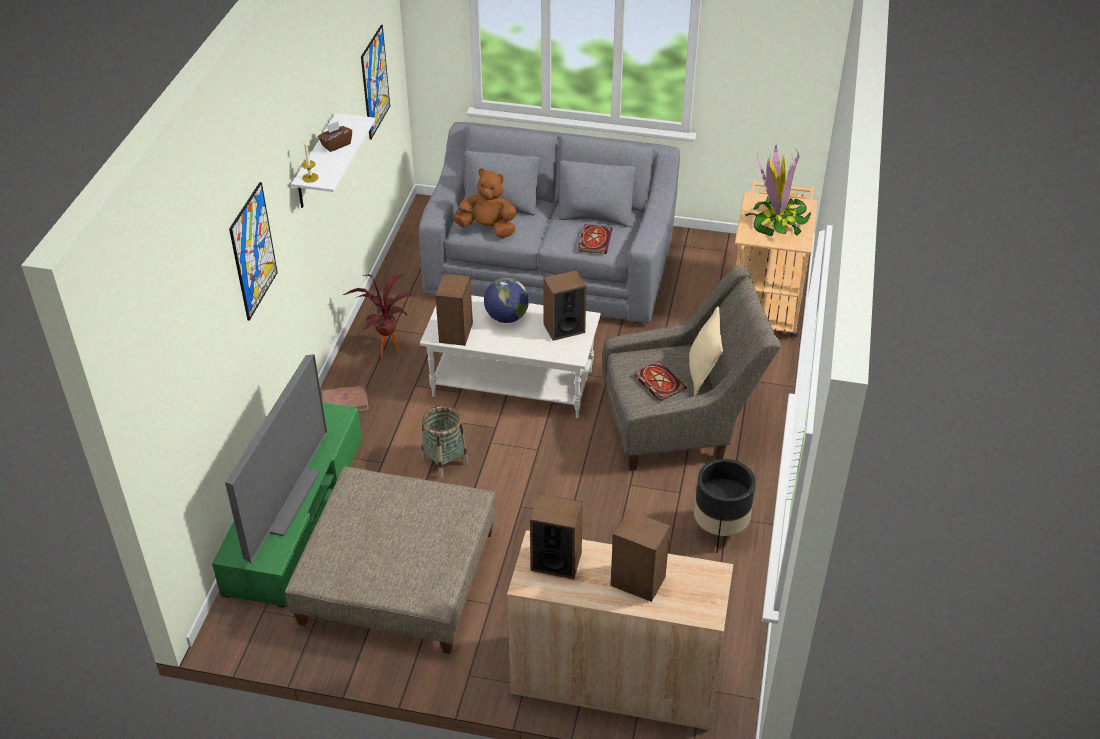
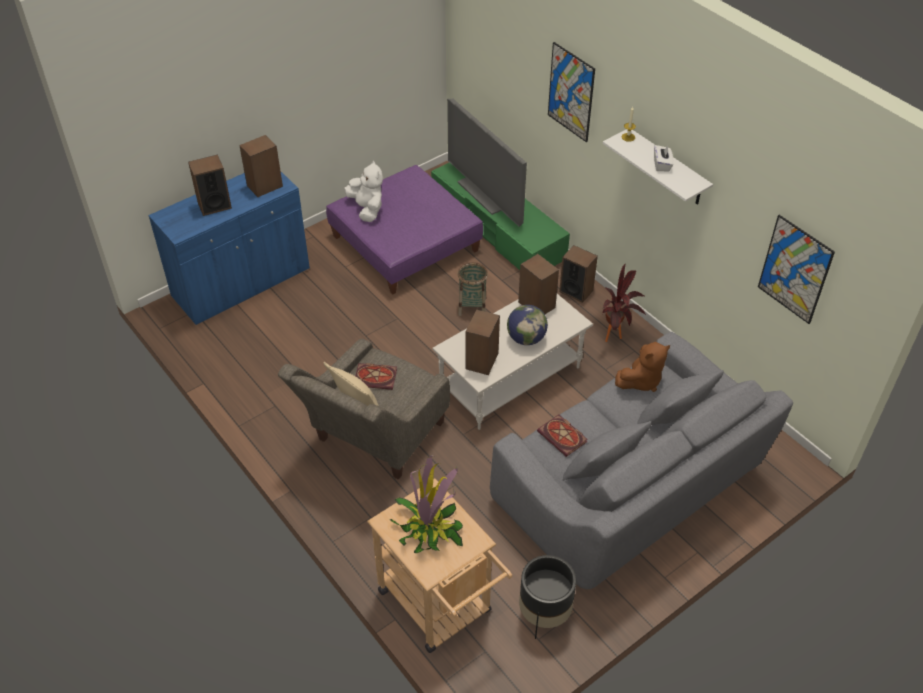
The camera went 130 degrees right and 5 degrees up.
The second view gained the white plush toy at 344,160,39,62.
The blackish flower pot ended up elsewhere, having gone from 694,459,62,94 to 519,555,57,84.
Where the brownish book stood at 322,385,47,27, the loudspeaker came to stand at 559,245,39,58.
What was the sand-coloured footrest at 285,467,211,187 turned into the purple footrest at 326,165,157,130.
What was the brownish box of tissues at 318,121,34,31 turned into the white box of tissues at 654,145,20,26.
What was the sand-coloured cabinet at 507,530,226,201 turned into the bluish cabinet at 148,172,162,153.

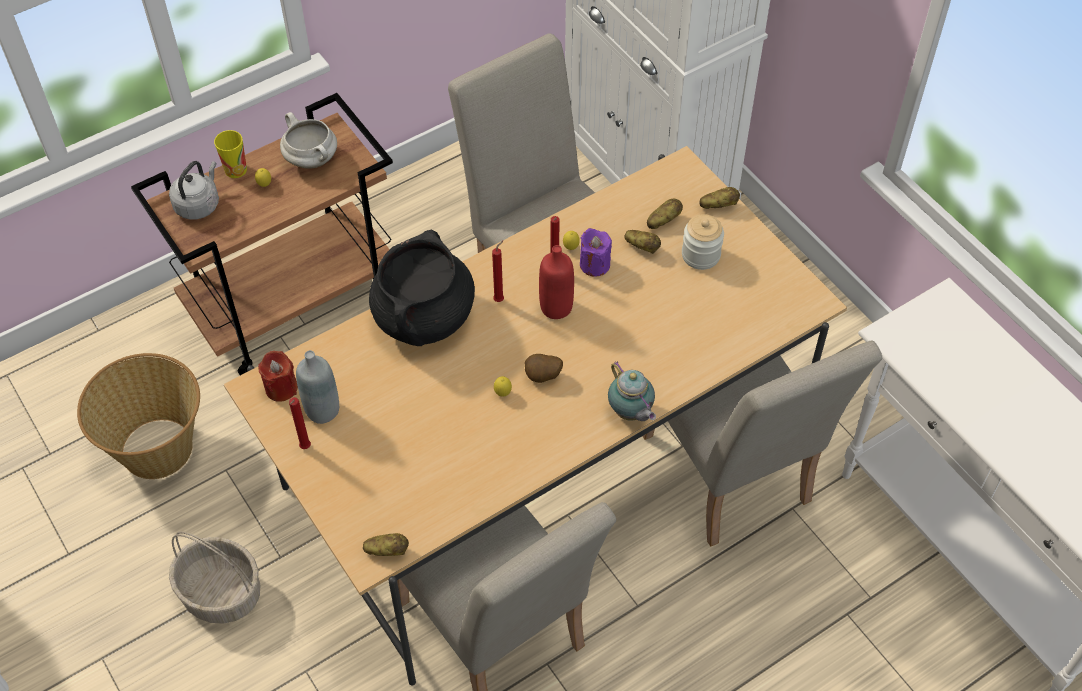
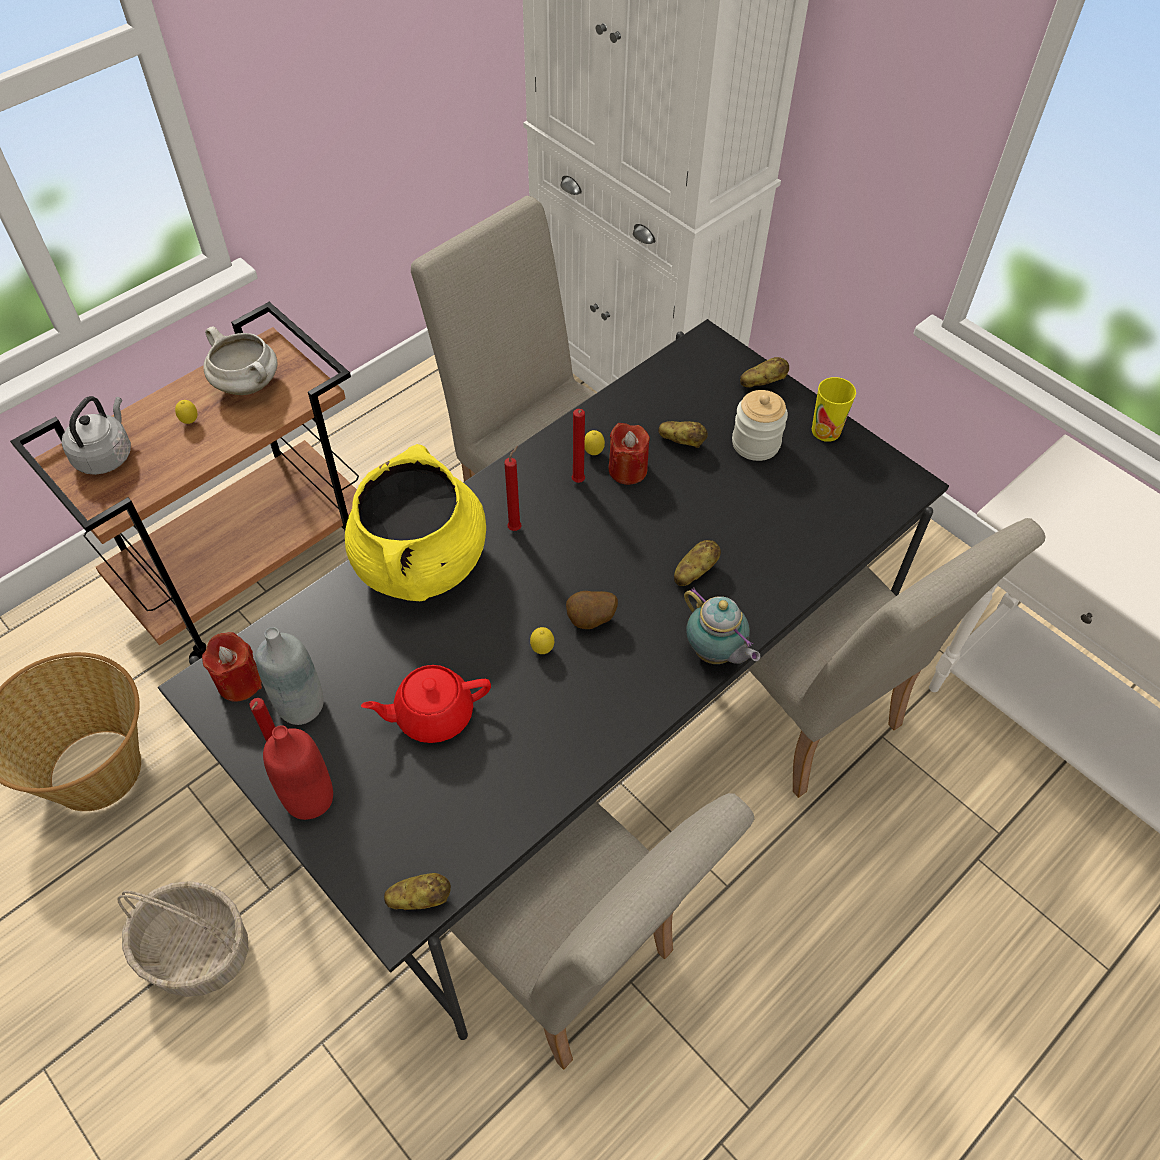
The camera went 10 degrees left and 0 degrees up.
The second view gained the red teapot at 361,665,130,78.
The drinking cup ended up elsewhere, having gone from 214,130,33,48 to 812,377,44,65.
The red bottle ended up elsewhere, having gone from 539,245,35,74 to 263,725,70,95.
The whole potato ended up elsewhere, having gone from 647,199,36,30 to 674,540,47,46.
What was the sand-coloured dinner table at 224,146,623,540 turned into the blackish dinner table at 158,319,791,721.
What was the blackish saucepot at 369,230,106,116 turned into the yellow-coloured saucepot at 345,444,141,157.
What was the purple wax candle at 580,228,32,49 turned into the red wax candle at 609,423,41,62.

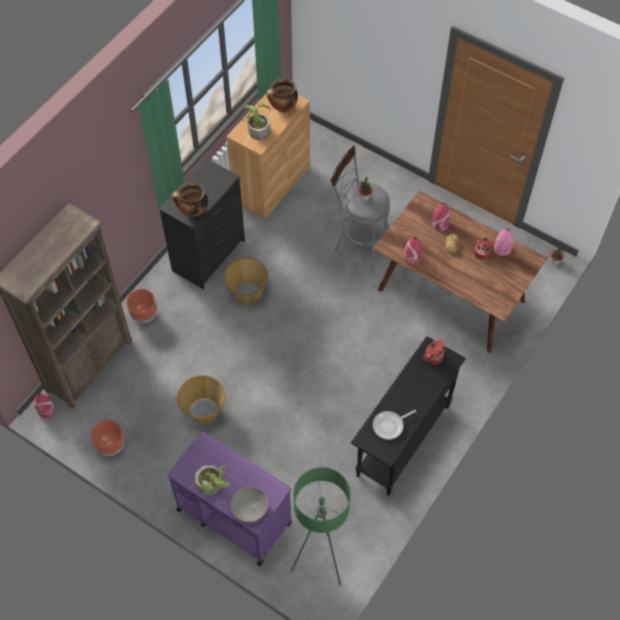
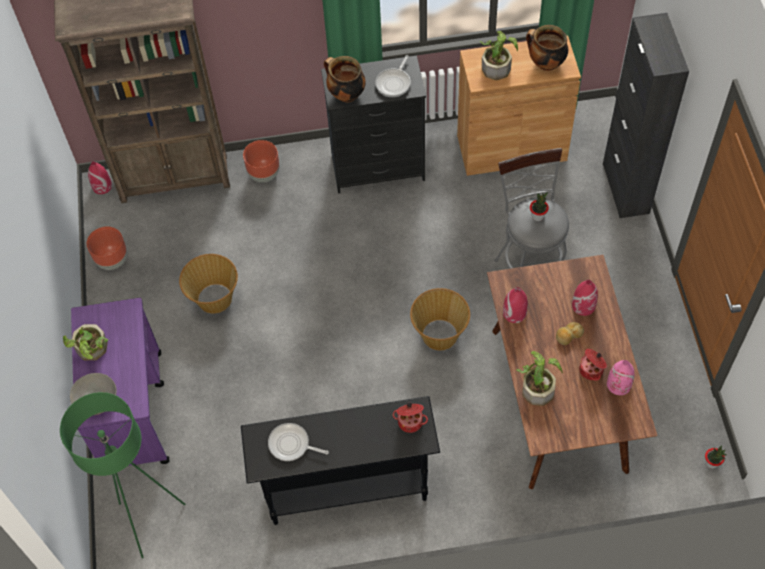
The camera went 50 degrees right and 0 degrees up.
The second view gained the frying pan at 375,55,36,42.
The second view gained the houseplant at 516,351,47,55.
The second view gained the blackish cabinet at 603,13,86,205.
The basket ended up elsewhere, having gone from 223,258,45,47 to 410,288,60,62.

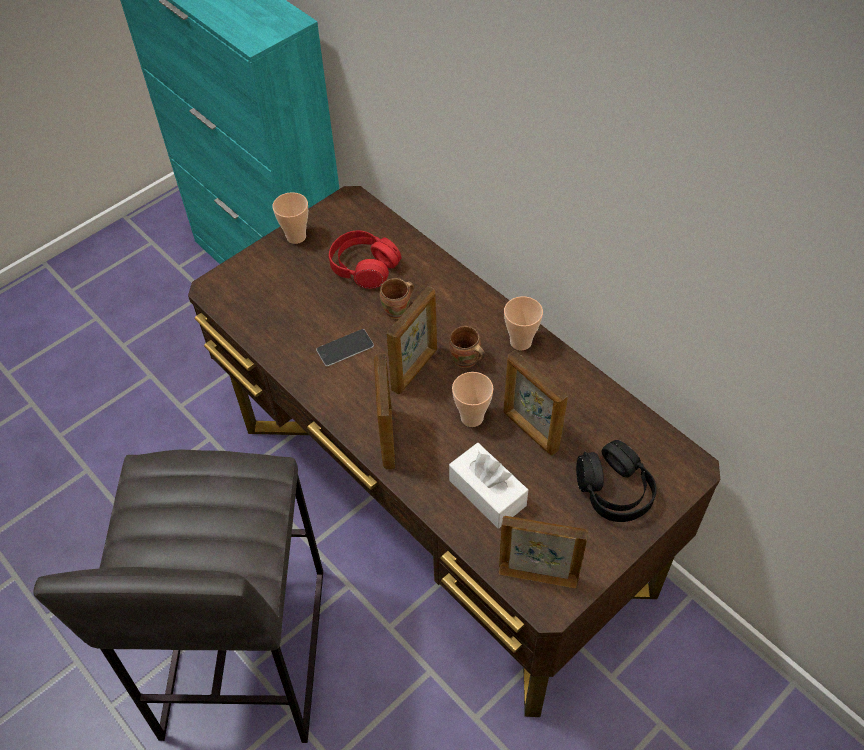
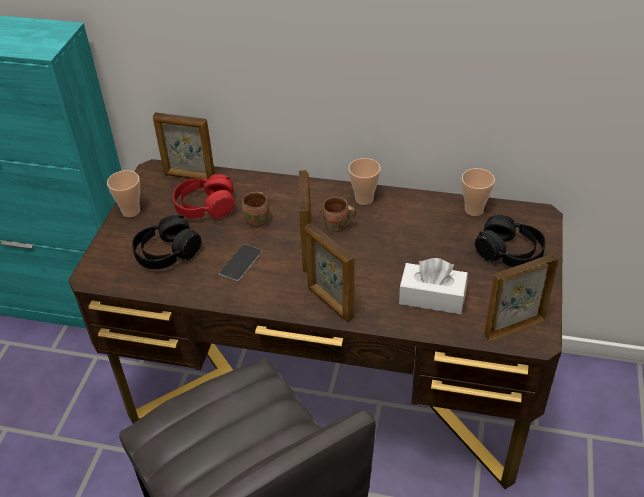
The camera went 35 degrees left and 10 degrees down.
The second view gained the blackish pair of headphones at 132,215,70,54.
The drinking cup ended up elsewhere, having gone from 452,372,42,55 to 462,168,33,48.
The picture frame ended up elsewhere, having gone from 503,350,65,106 to 153,112,62,67.

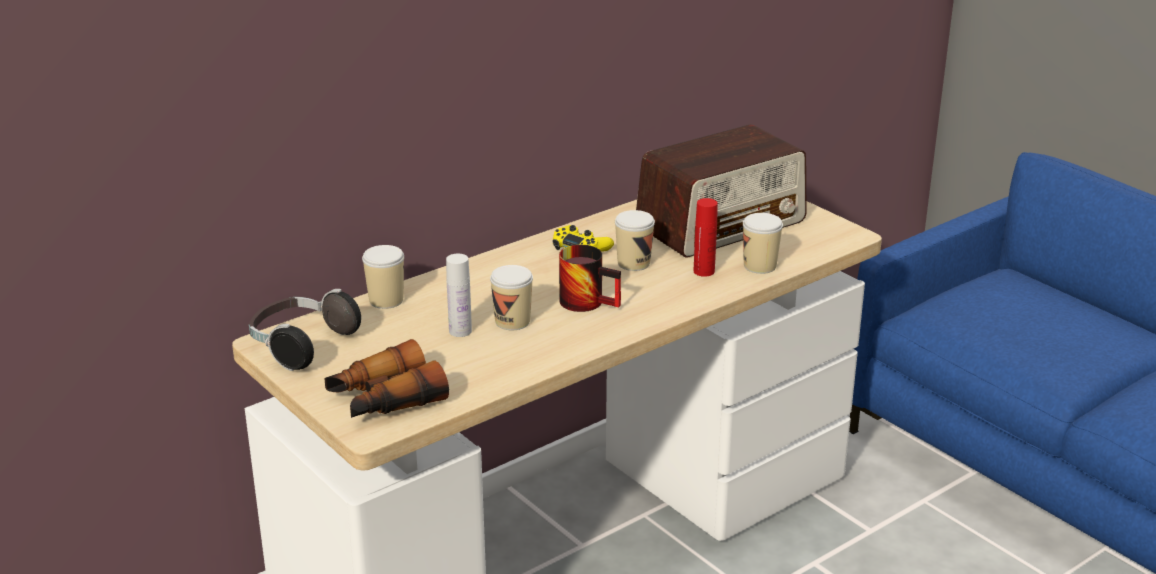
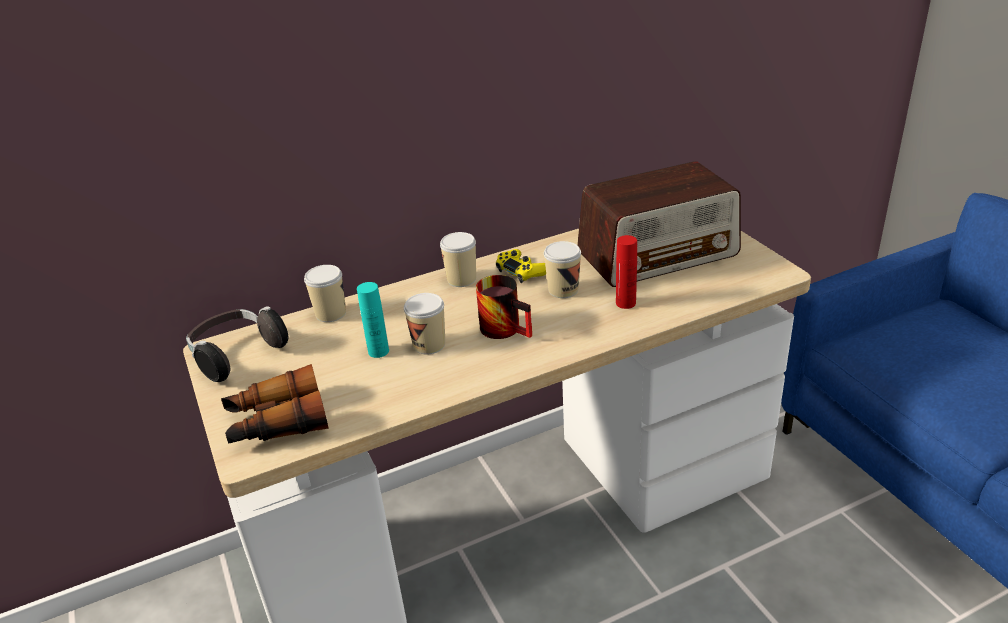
The camera went 15 degrees right and 5 degrees up.
The drinking cup ended up elsewhere, having gone from 743,213,40,61 to 440,232,36,55.
What was the white bottle at 446,254,26,83 turned into the blue-green bottle at 357,282,32,76.

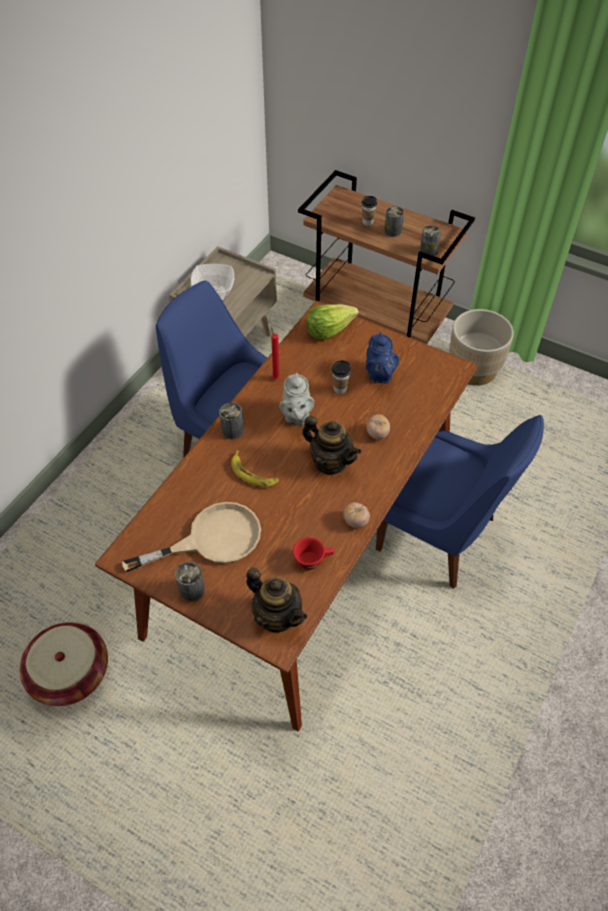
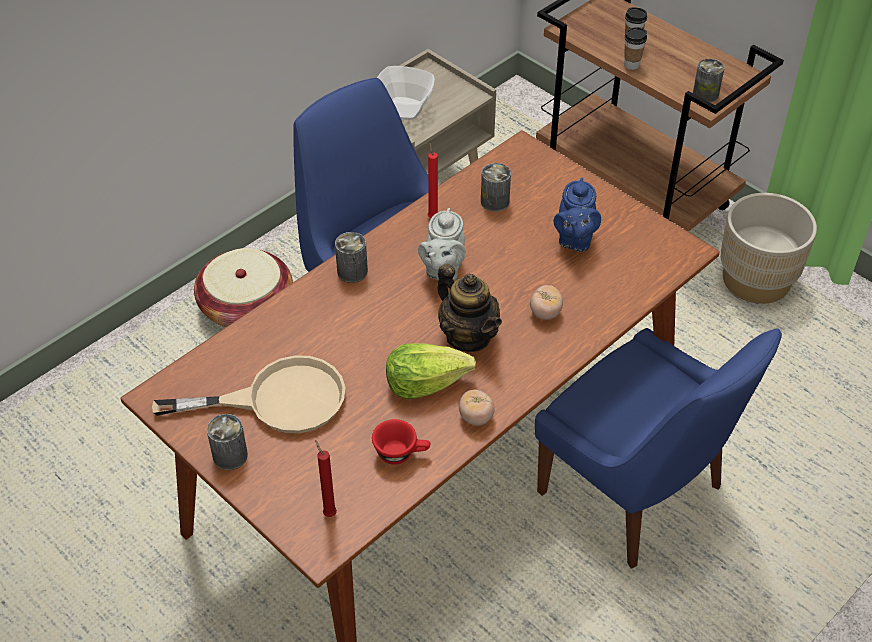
The camera went 15 degrees right and 5 degrees down.
The second view lost the whole banana at 231,450,48,37.
The basket ended up elsewhere, having gone from 20,622,88,84 to 194,248,99,79.
The lettuce ended up elsewhere, having gone from 306,304,53,36 to 386,344,90,55.
The drinking cup ended up elsewhere, having gone from 332,360,19,34 to 624,27,23,43.
The metal can ended up elsewhere, having gone from 384,206,20,31 to 481,163,30,49.
Where the teapot stood at 246,567,61,65, the red wax candle came to stand at 315,440,22,77.

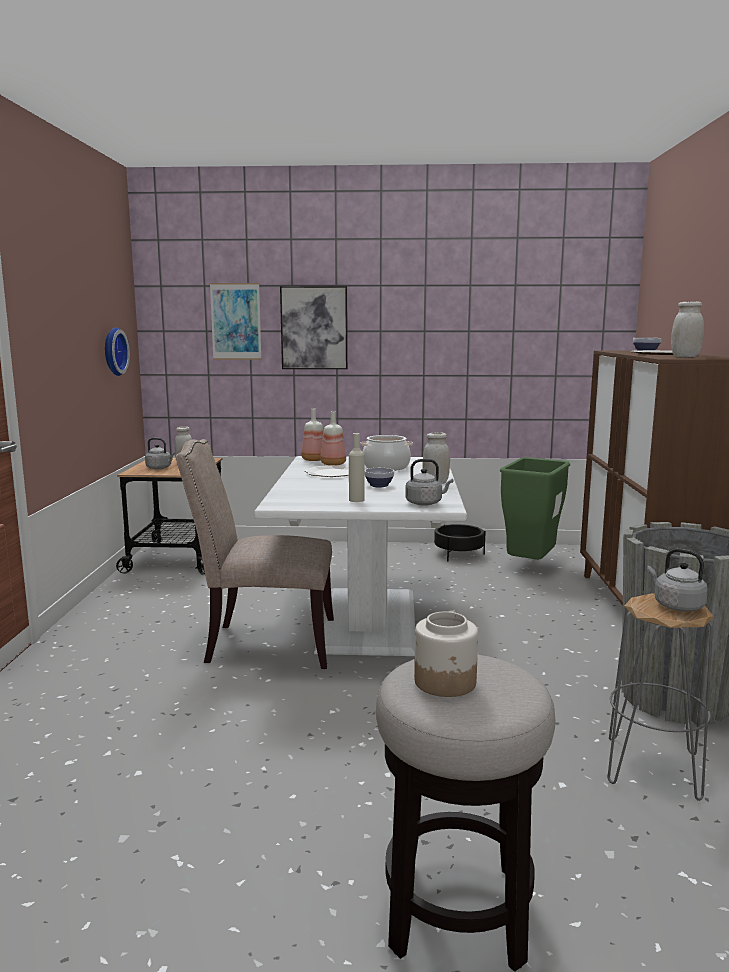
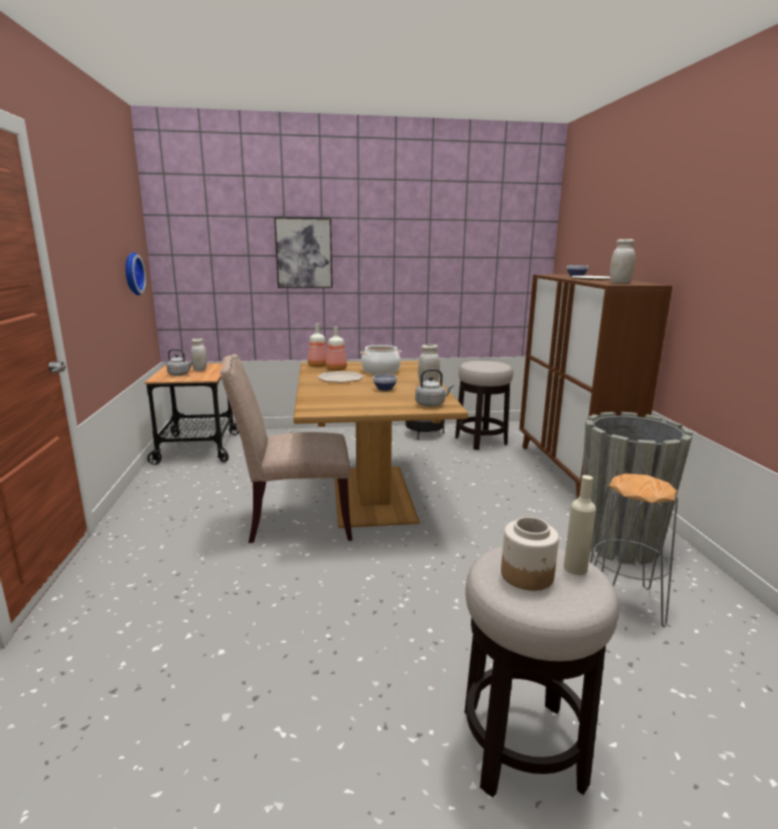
The camera went 10 degrees left and 5 degrees up.
The second view lost the picture at 210,283,52,77.
The second view lost the grey kettle at 647,548,61,64.
The sand-coloured bottle ended up elsewhere, having gone from 349,433,15,69 to 564,475,32,100.
Where the green-coloured waste bin stood at 500,457,70,103, the stool came to stand at 455,361,58,89.
What was the white dinner table at 254,456,213,200 turned into the brownish dinner table at 293,361,175,167.

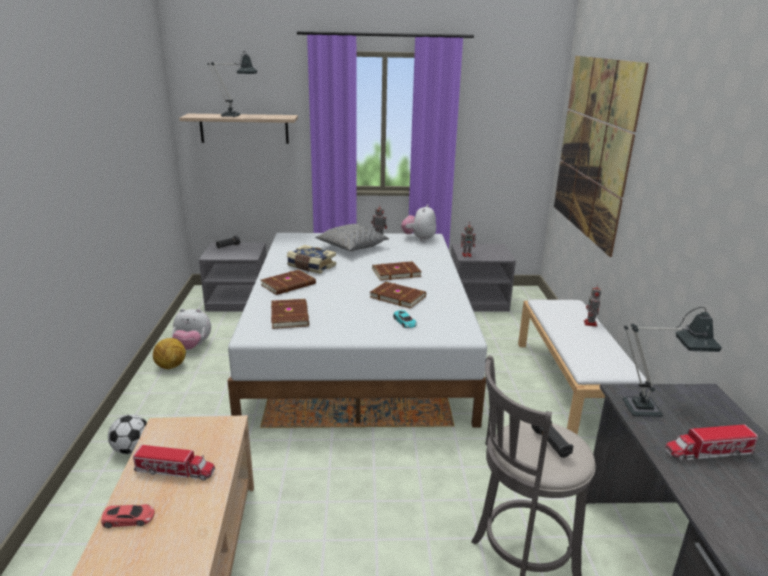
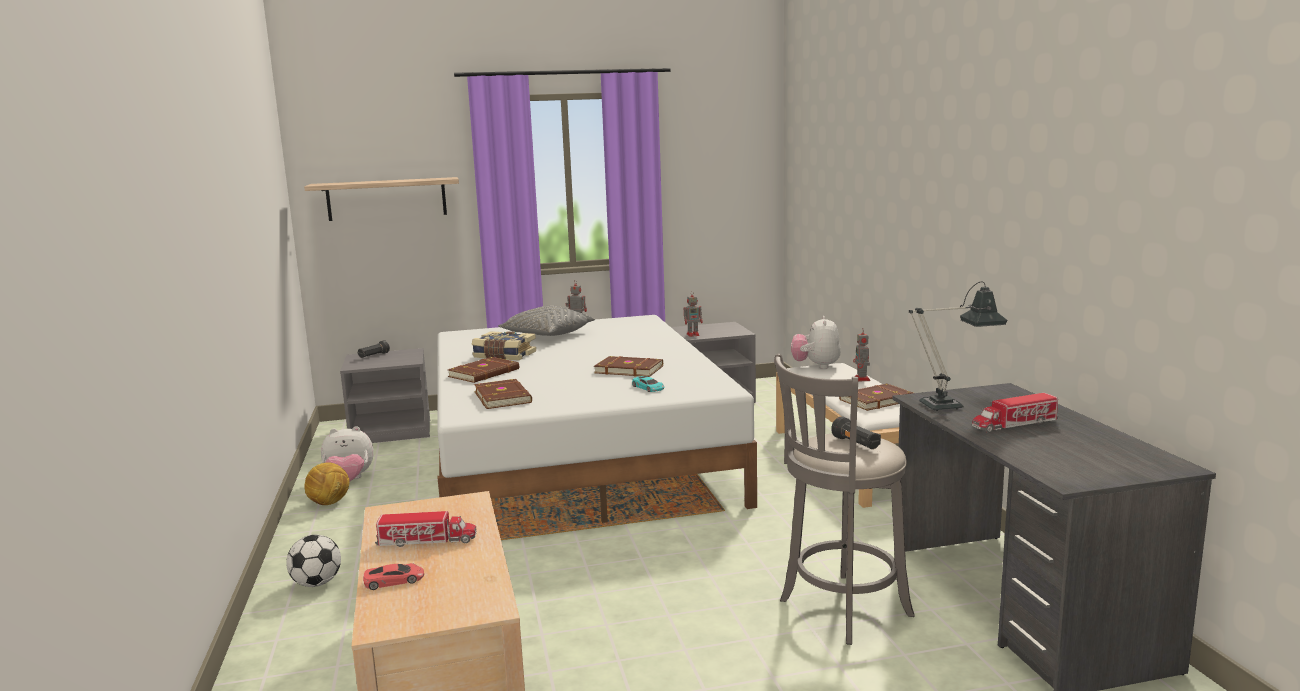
The camera went 10 degrees left and 10 degrees down.
The second view lost the lamp for a table at 207,52,50,65.
The second view lost the picture at 554,56,95,201.
The brownish book ended up elsewhere, having gone from 372,261,50,20 to 839,384,74,27.
The plush toy ended up elsewhere, having gone from 401,204,35,38 to 791,316,50,53.

